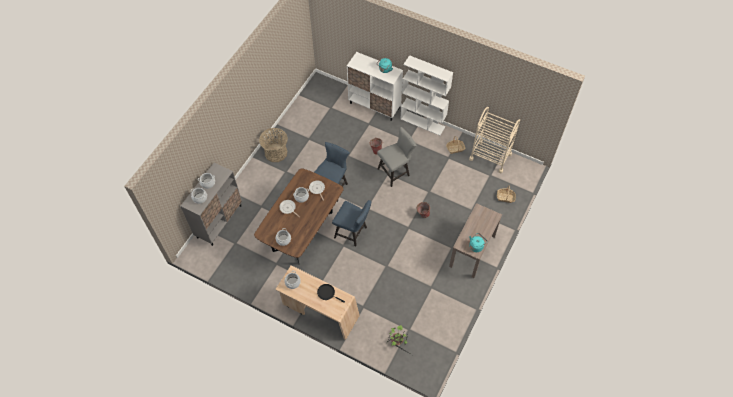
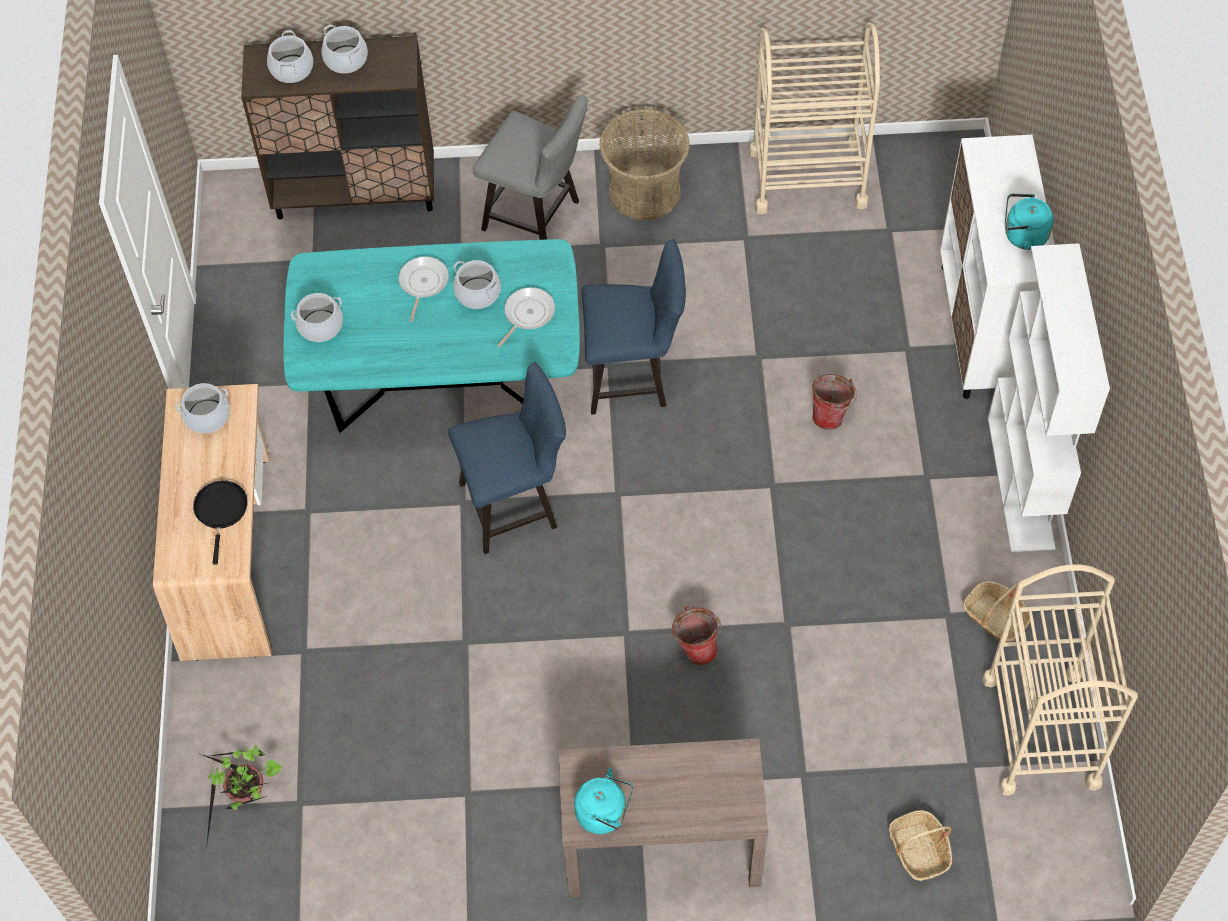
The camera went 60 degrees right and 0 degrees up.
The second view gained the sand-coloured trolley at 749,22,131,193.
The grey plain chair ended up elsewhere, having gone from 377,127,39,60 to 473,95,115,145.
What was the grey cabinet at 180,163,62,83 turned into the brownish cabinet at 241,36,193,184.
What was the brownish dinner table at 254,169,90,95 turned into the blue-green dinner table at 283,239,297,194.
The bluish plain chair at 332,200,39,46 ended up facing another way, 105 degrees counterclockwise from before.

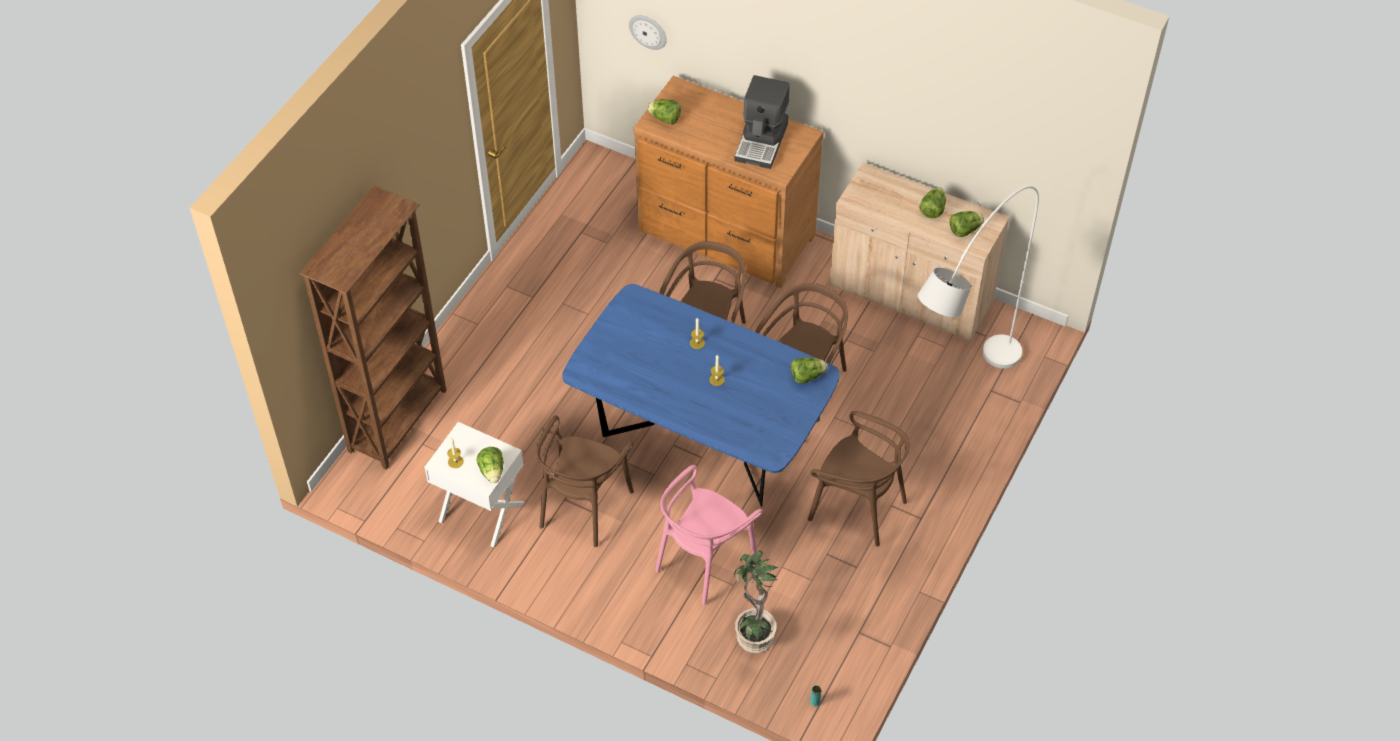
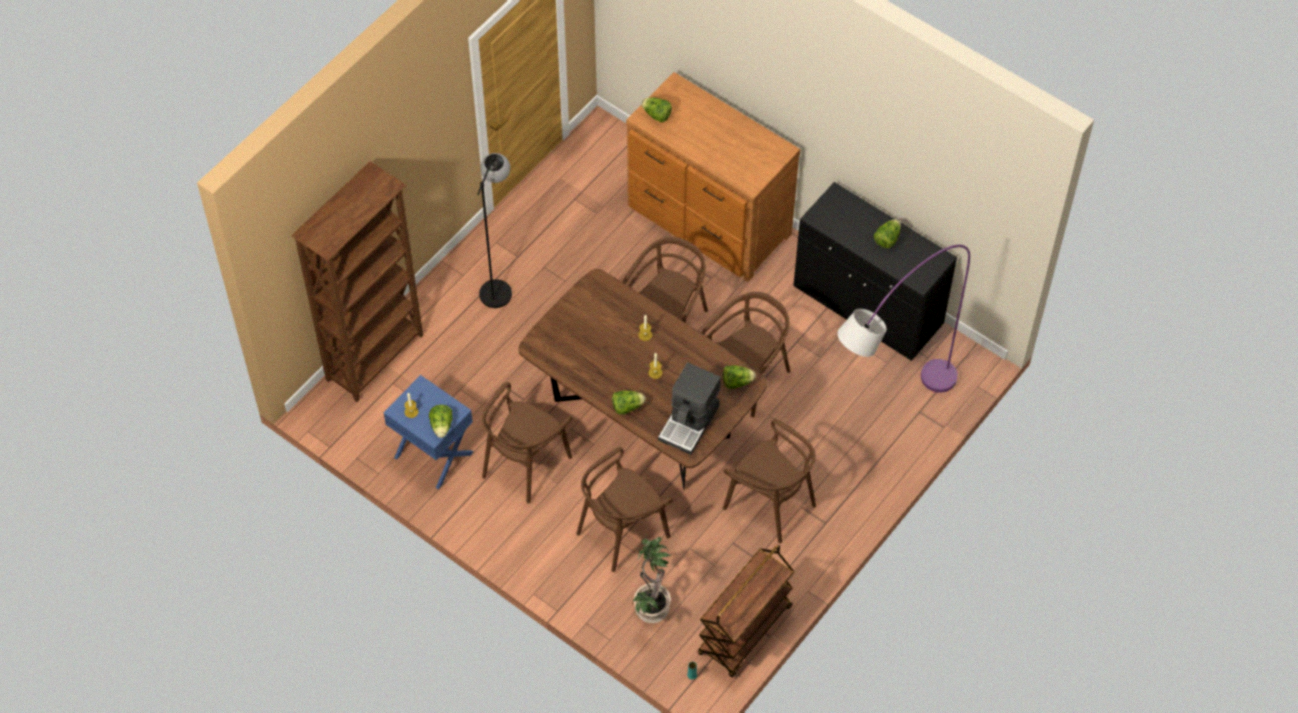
The camera went 10 degrees right and 5 degrees up.
The second view lost the wall clock at 629,16,38,34.
The second view gained the blackish floor lamp at 477,153,35,155.
The second view gained the brownish trolley at 698,544,97,133.
The coffee brewer ended up elsewhere, having gone from 734,75,56,94 to 658,363,63,92.
The lettuce ended up elsewhere, having gone from 949,211,35,26 to 612,390,34,25.
What was the white nightstand at 424,422,101,126 turned into the bluish nightstand at 384,375,89,114.
What was the bluish dinner table at 562,284,278,223 turned into the brownish dinner table at 519,269,248,221.
What was the pink plain chair at 655,465,108,140 turned into the brownish plain chair at 576,447,97,125.
What was the sand-coloured cabinet at 830,162,180,179 turned into the blackish cabinet at 793,182,164,179.
What was the white floor lamp at 918,185,121,184 turned into the purple floor lamp at 837,245,133,148.

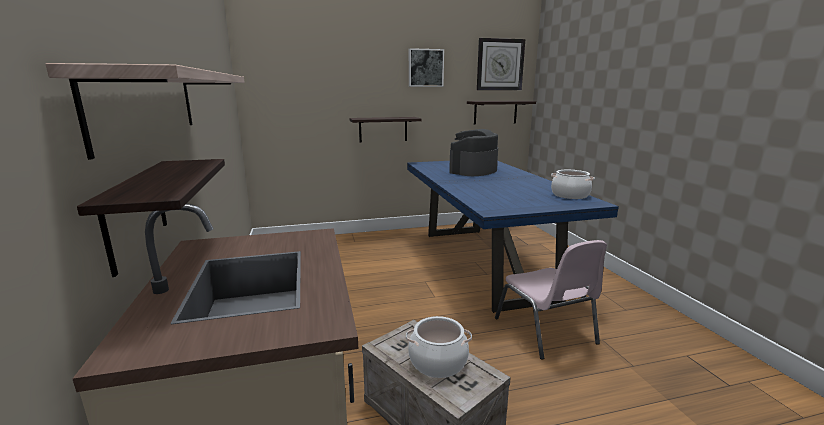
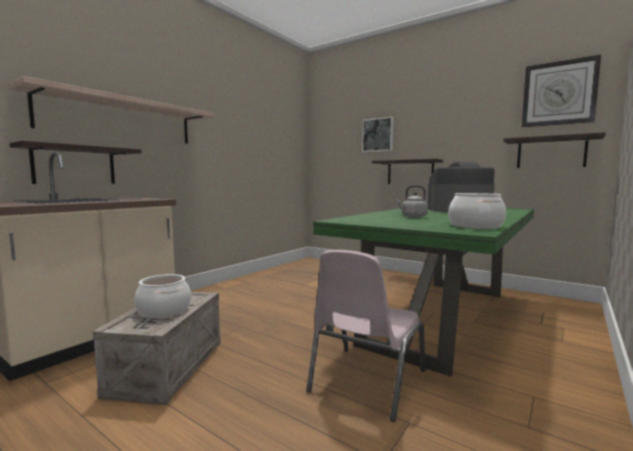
The camera went 50 degrees right and 10 degrees down.
The second view gained the grey kettle at 396,185,32,33.
The picture ended up elsewhere, having gone from 409,48,35,39 to 362,117,32,35.
What was the bluish dinner table at 407,161,212,152 turned into the green-coloured dinner table at 313,208,221,169.

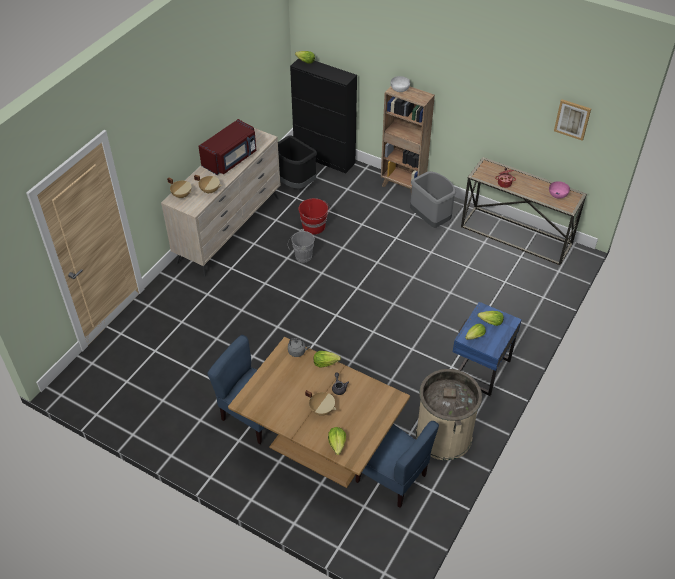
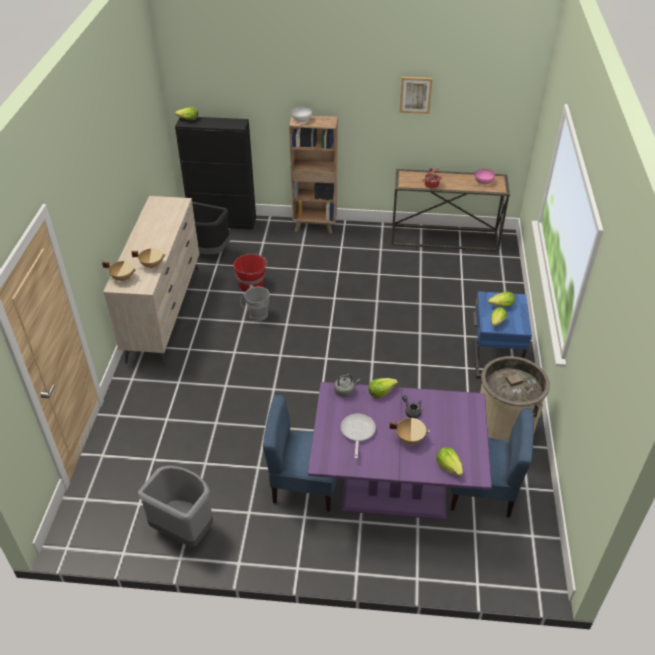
The camera went 25 degrees left and 5 degrees down.
The second view lost the red microwave oven at 199,119,57,56.
The second view gained the frying pan at 341,414,35,45.
The grey waste bin ended up elsewhere, having gone from 410,171,46,57 to 138,466,75,81.
The picture ended up elsewhere, having gone from 554,99,37,42 to 399,77,34,37.
What was the brownish dinner table at 228,337,182,151 turned into the purple dinner table at 308,382,184,138.

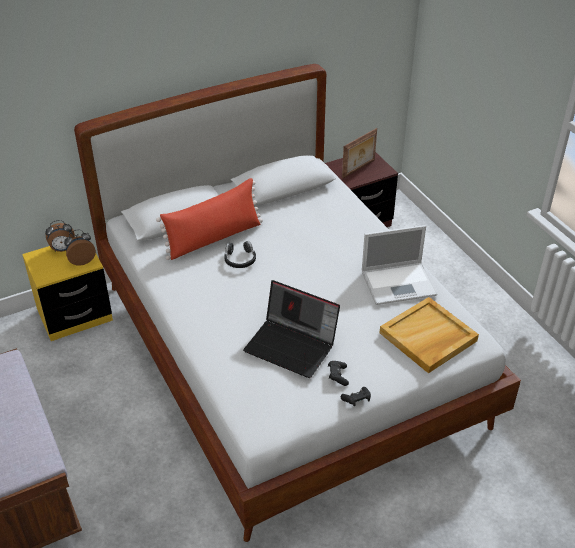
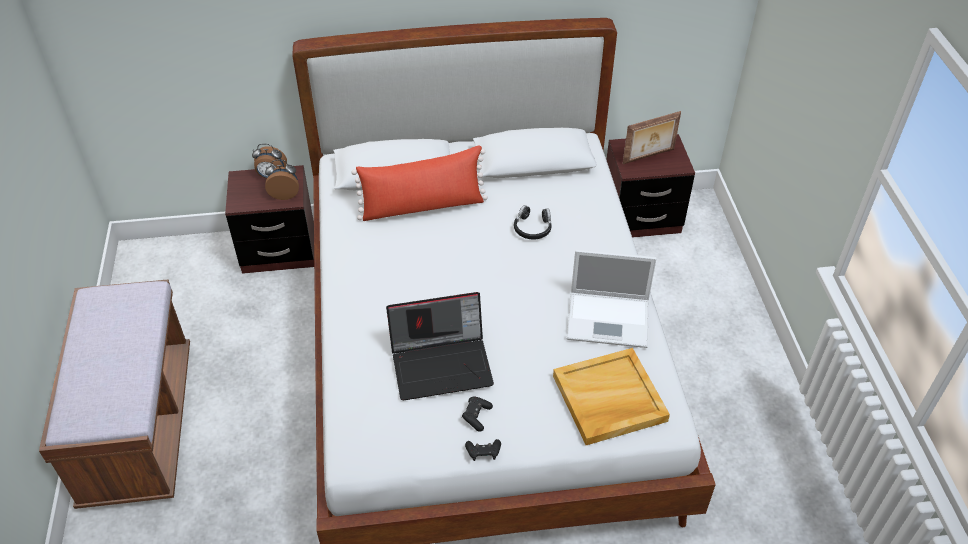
The camera went 20 degrees right and 5 degrees up.
The blackish pair of headphones ended up elsewhere, having gone from 224,241,32,27 to 514,205,37,34.
What was the yellow-coloured nightstand at 22,246,91,95 turned into the brownish nightstand at 225,165,89,109.
The notebook computer at 243,280,97,98 ended up facing another way, 60 degrees counterclockwise from before.

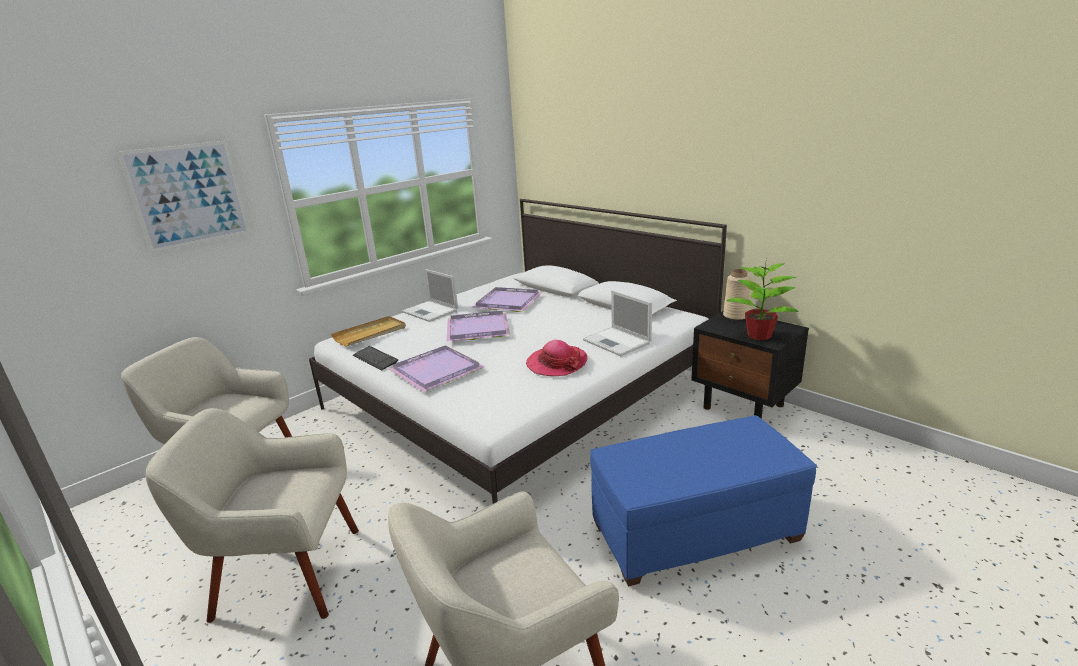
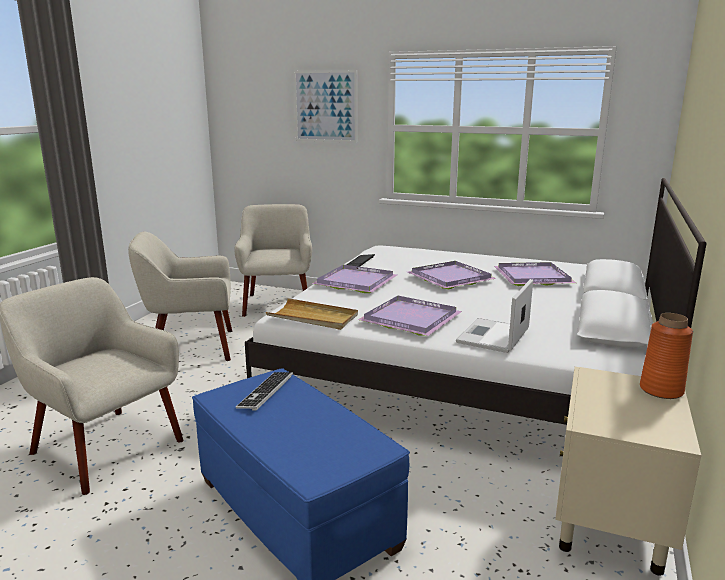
The camera went 65 degrees right and 5 degrees down.
The second view lost the notebook computer at 402,269,56,53.
The second view lost the houseplant at 726,259,73,81.
The second view gained the PC keyboard at 236,372,57,39.
The sand-coloured serving tray ended up elsewhere, having gone from 331,316,75,31 to 266,298,92,32.
Where the hat stood at 526,340,62,36, the purple serving tray came to stand at 358,296,104,40.
What was the blackish nightstand at 691,311,118,108 turned into the sand-coloured nightstand at 555,367,146,209.
What was the sand-coloured flower vase at 723,269,28,51 turned into the orange-coloured flower vase at 640,313,53,86.
The sand-coloured easy chair at 146,408,213,215 ended up facing another way, 75 degrees counterclockwise from before.

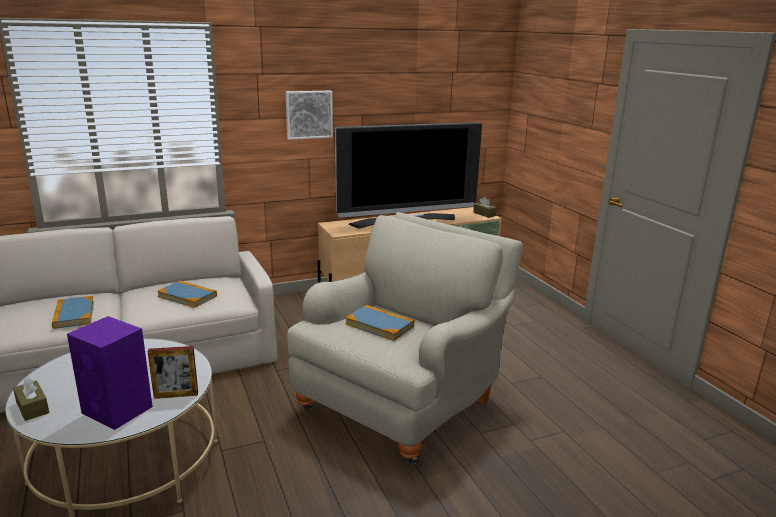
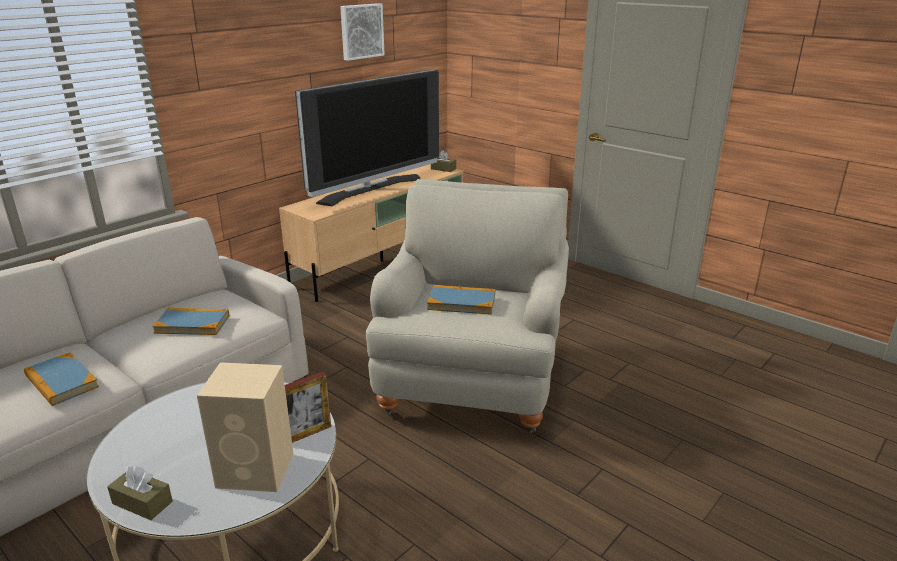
The camera went 25 degrees left and 5 degrees up.
The picture ended up elsewhere, having gone from 286,91,47,49 to 340,3,45,58.
What was the purple loudspeaker at 67,316,86,114 turned into the sand-coloured loudspeaker at 197,362,96,130.

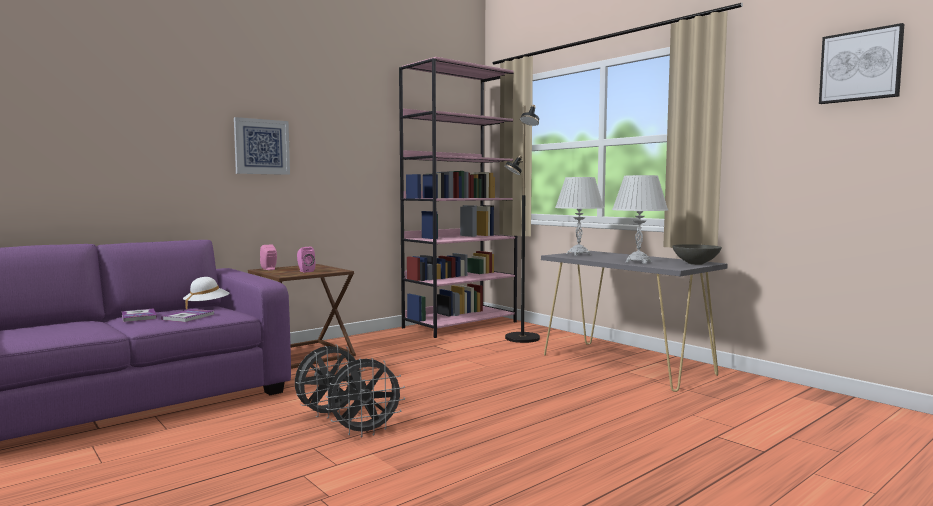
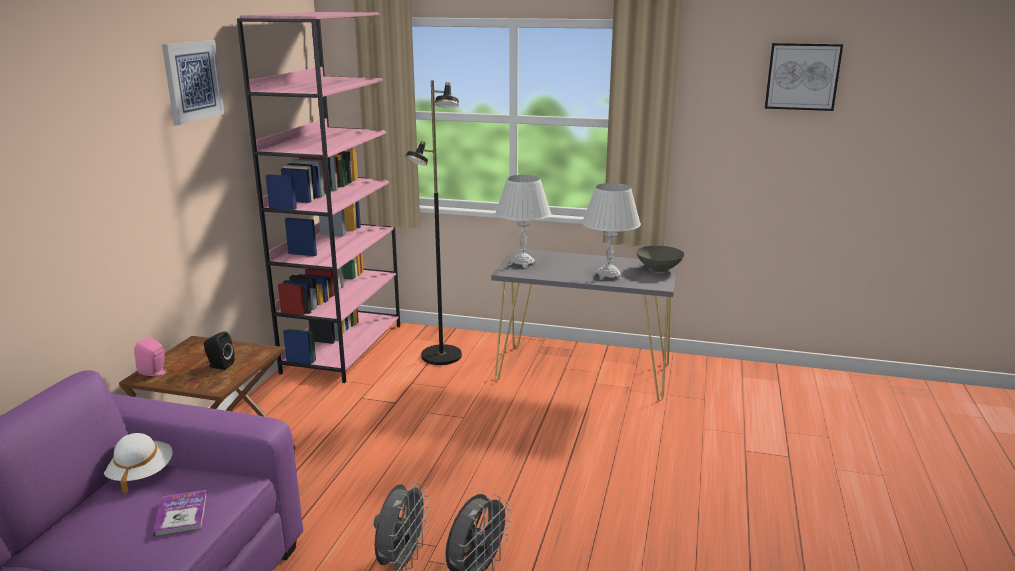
The camera went 35 degrees left and 15 degrees up.
The second view lost the book at 122,308,35,14.
The picture ended up elsewhere, having gone from 234,117,56,58 to 162,40,62,85.
What was the pink loudspeaker at 297,247,18,26 turned into the blackish loudspeaker at 204,331,31,39.

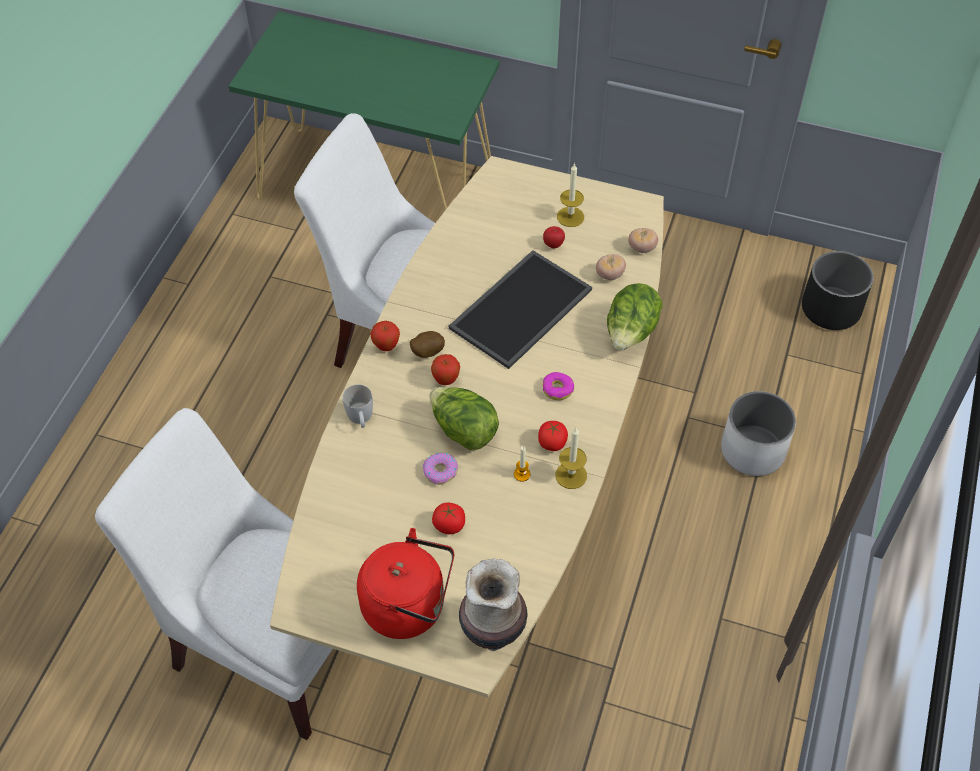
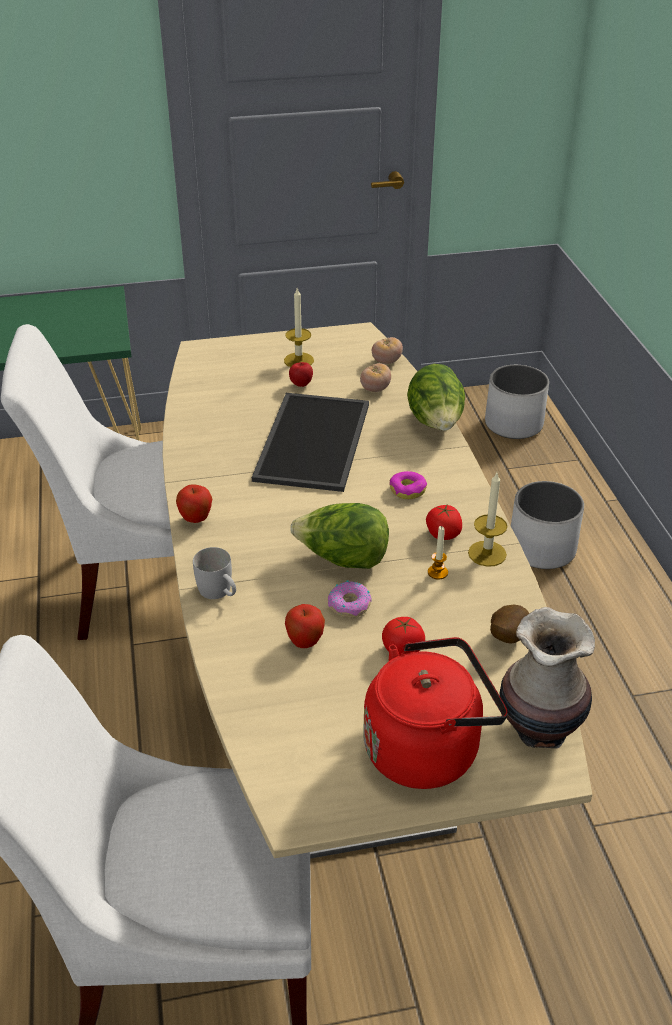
The camera went 30 degrees left and 15 degrees down.
The whole potato ended up elsewhere, having gone from 410,331,35,27 to 490,604,39,40.
The apple fruit ended up elsewhere, having gone from 431,354,29,31 to 285,604,40,44.
What was the blackish flower pot at 802,251,72,79 turned into the white flower pot at 485,365,64,74.

